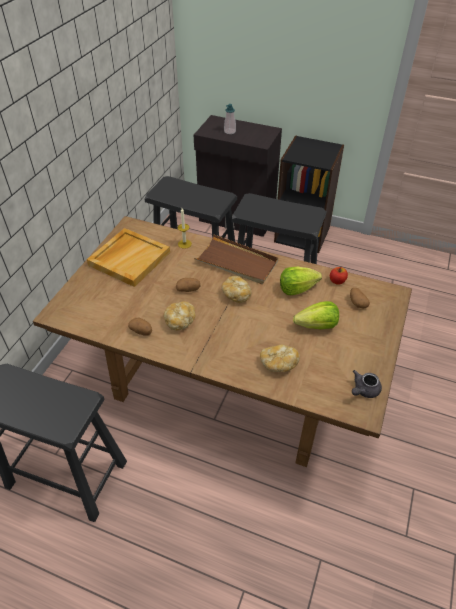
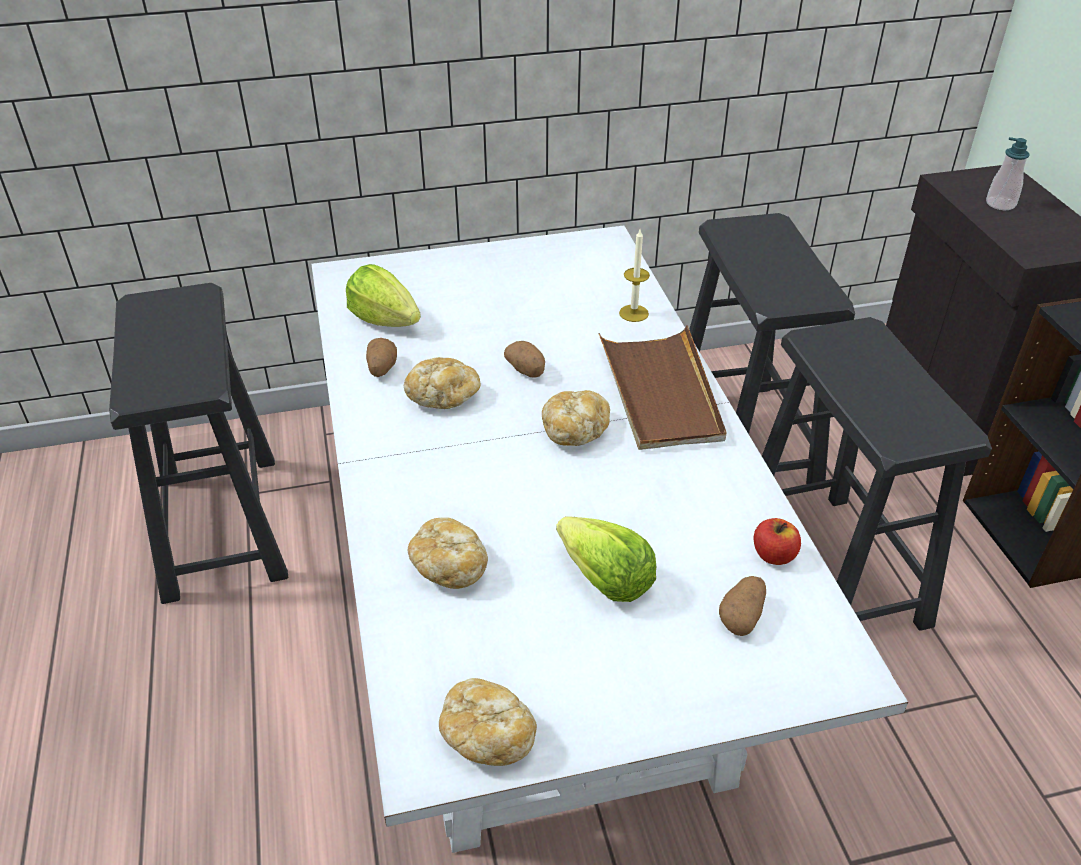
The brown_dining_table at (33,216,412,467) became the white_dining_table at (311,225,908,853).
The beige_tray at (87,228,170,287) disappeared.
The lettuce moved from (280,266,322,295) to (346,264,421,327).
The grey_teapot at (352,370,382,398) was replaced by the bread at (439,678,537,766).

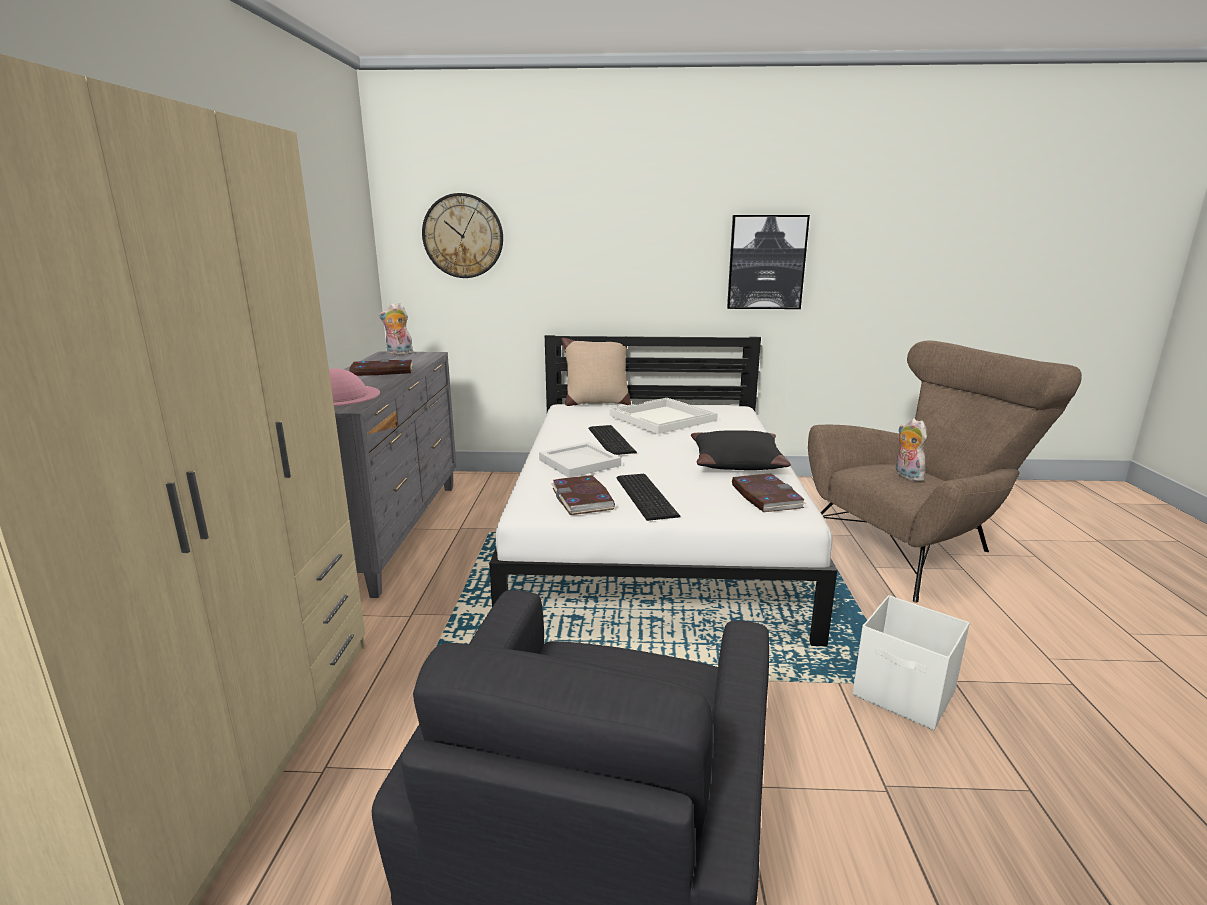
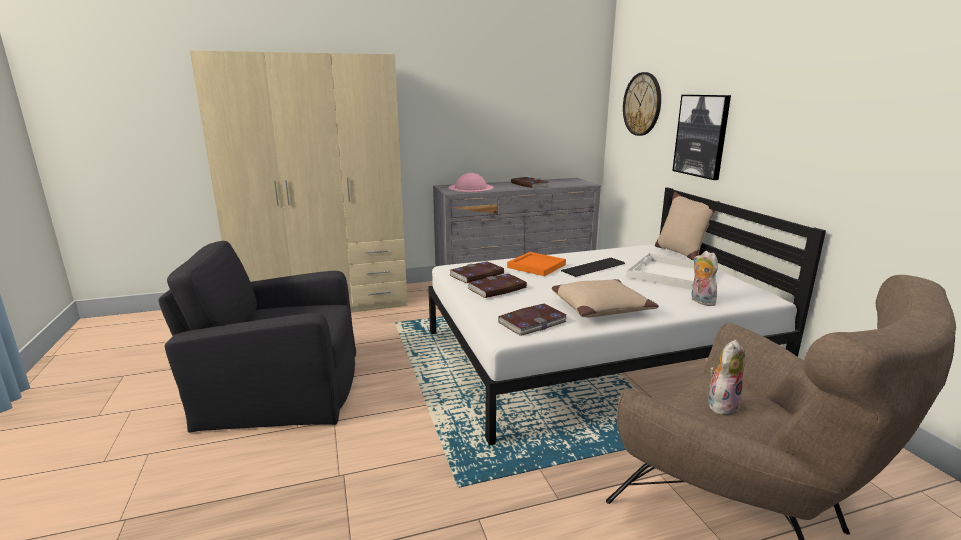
The picture moved from (727,215,810,309) to (672,95,731,180).
The plush_toy moved from (379,303,414,355) to (691,251,718,306).
The black_pillow at (691,430,791,470) became the beige_pillow at (552,279,659,318).
The white_tray at (539,442,621,478) became the orange_tray at (507,252,566,276).
The keyboard at (616,474,681,521) was replaced by the book at (467,274,527,298).
The white_storage_box at (853,595,970,730) disappeared.

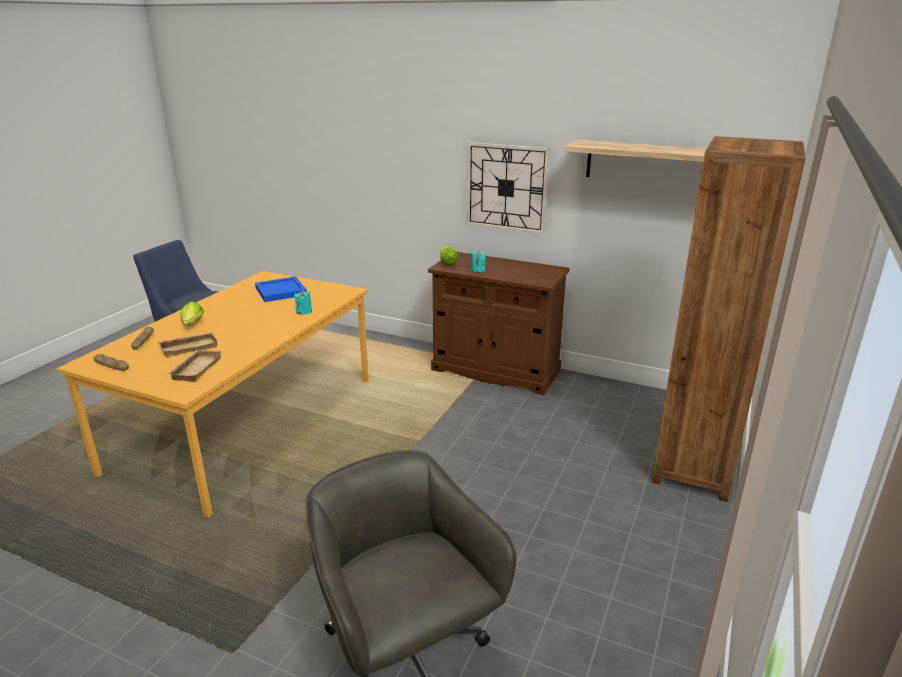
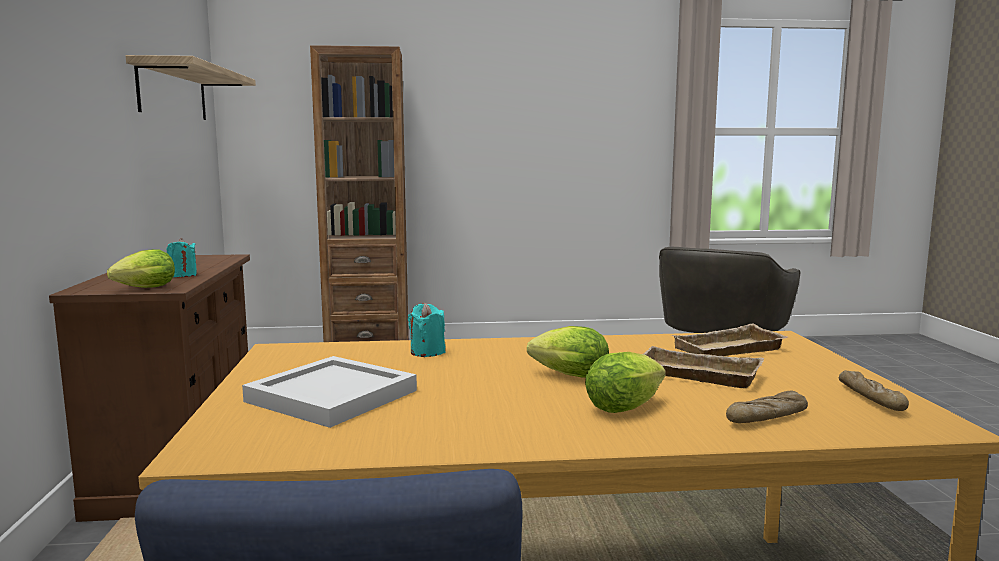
The wall_clock at (467,142,549,234) disappeared.
The blue_tray at (255,276,307,302) became the white_tray at (242,356,417,428).
The lettuce at (527,326,609,378) appeared.

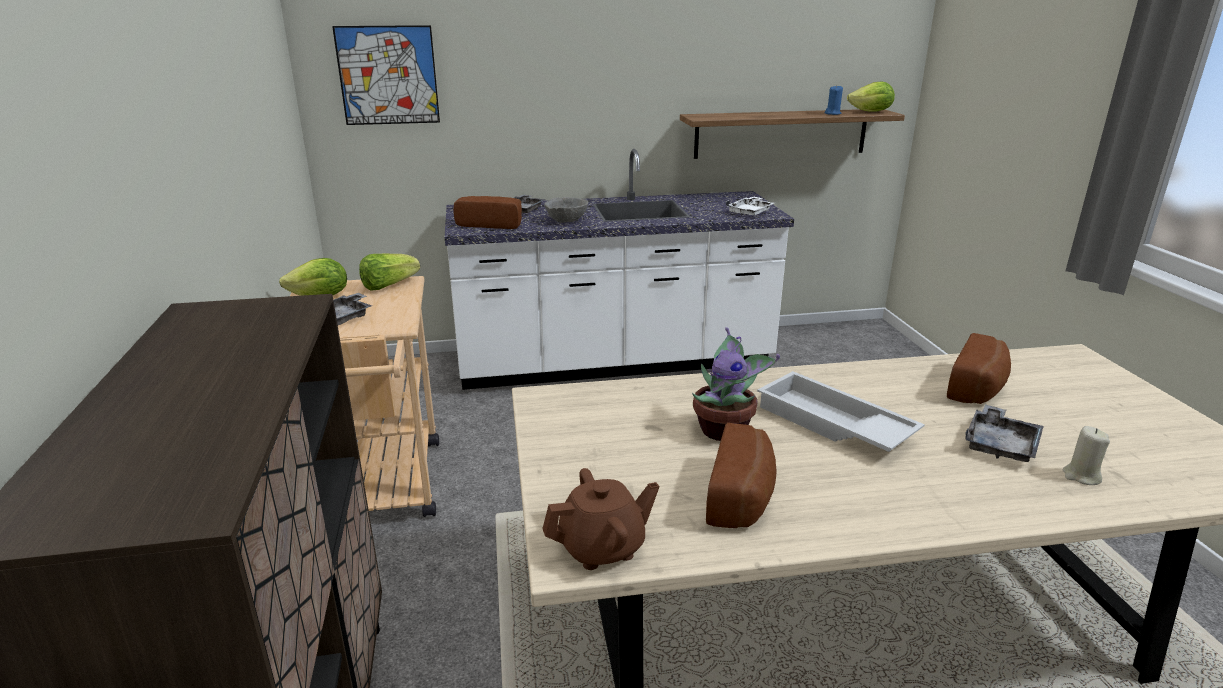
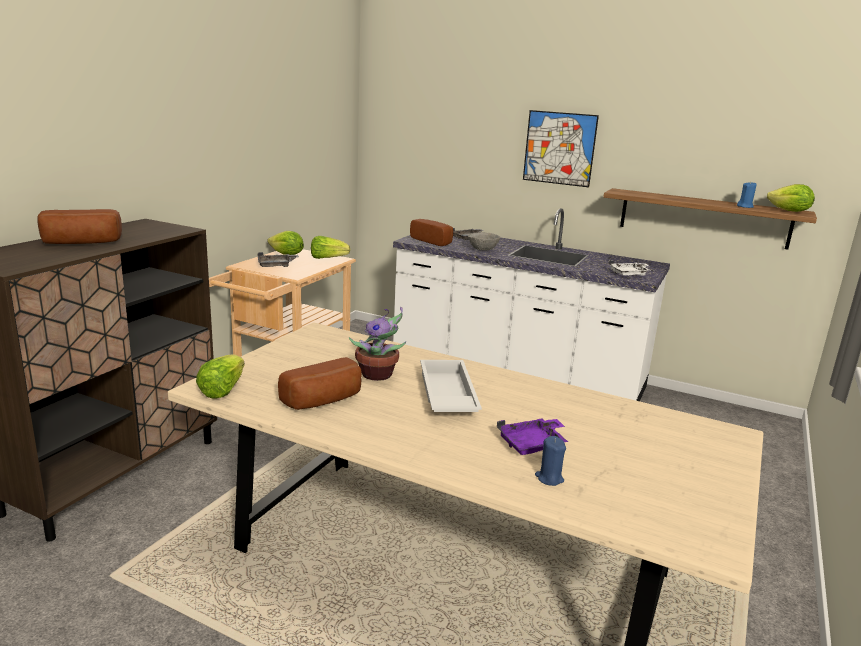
The picture moved from (332,25,440,125) to (523,110,599,187).
The bread moved from (947,333,1011,404) to (37,209,122,244).
The grey_tray at (965,404,1044,462) became the purple_tray at (497,418,568,455).
The beige_candle at (1063,426,1110,485) became the blue_candle at (535,436,566,486).
The brown_teapot at (542,468,659,570) was replaced by the lettuce at (196,355,245,398).

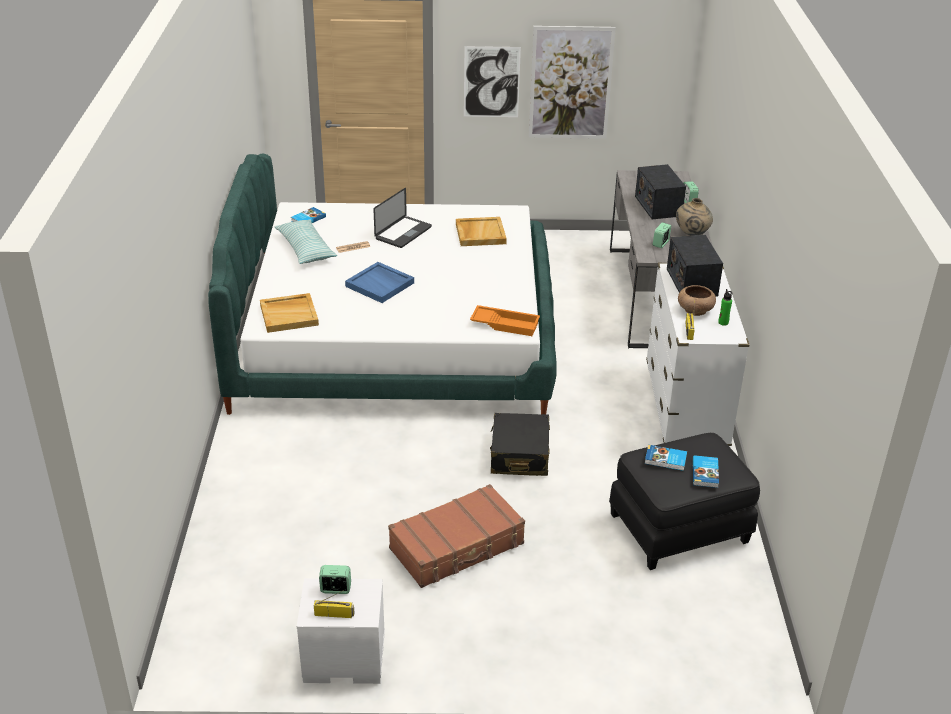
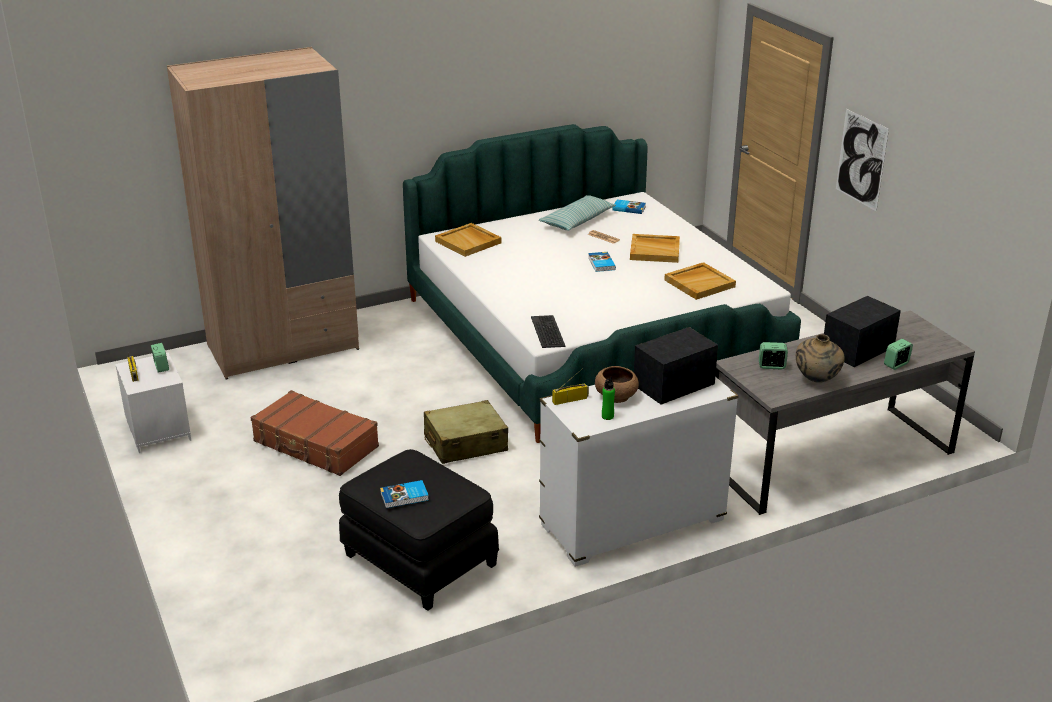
The picture at (529,26,616,139) disappeared.
The laptop at (373,188,432,248) was replaced by the beige_tray at (630,234,680,263).
The blue_tray at (345,262,414,303) disappeared.
The orange_tray at (470,305,540,336) was replaced by the keyboard at (531,315,565,348).
The black_suitcase at (490,413,550,476) became the beige_suitcase at (424,400,508,464).
The book moved from (645,445,687,471) to (588,252,616,272).
The beige_wardrobe at (167,47,359,379) appeared.

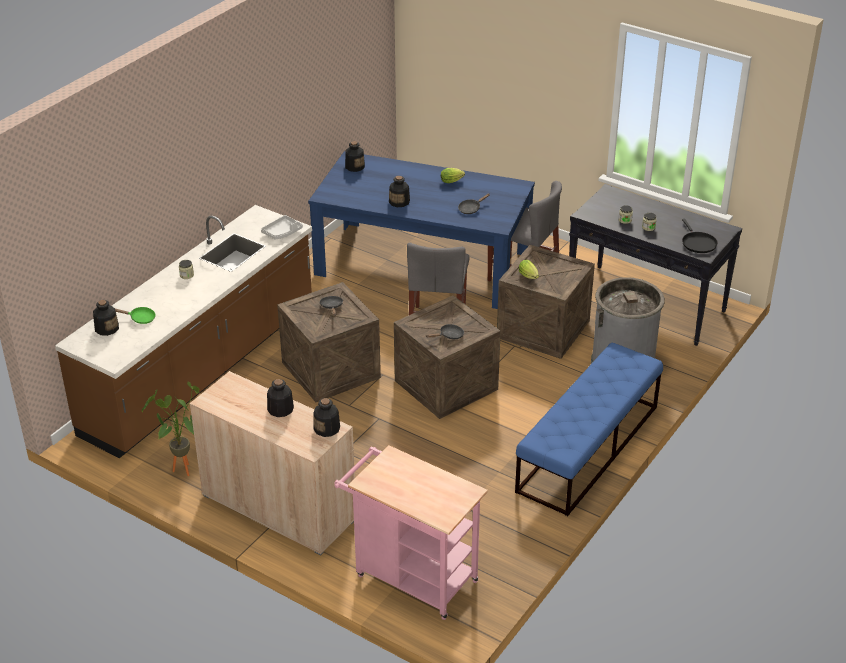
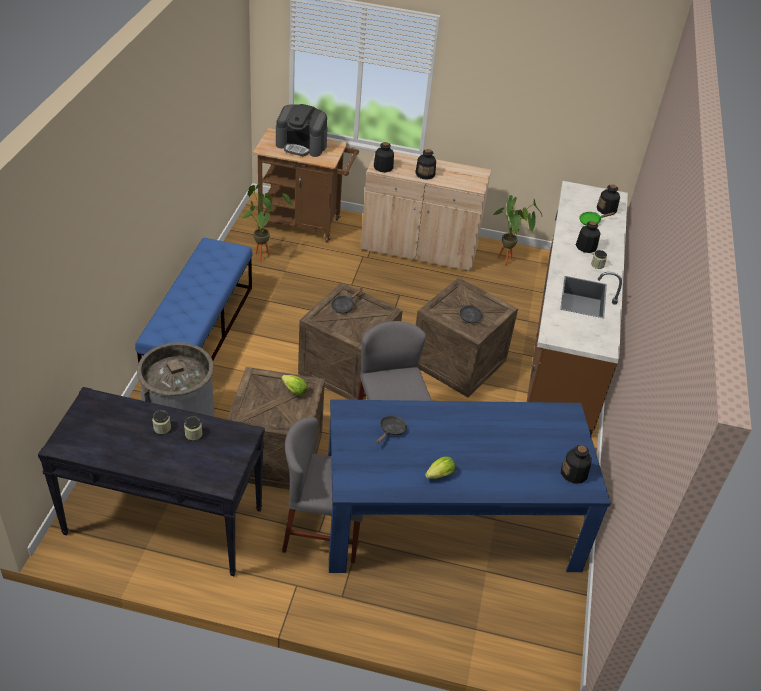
The bottle moved from (389,176,410,207) to (576,221,601,253).
The grey_tray at (261,215,303,240) disappeared.
The black_frying_pan at (682,219,718,253) disappeared.
The pink_cart at (335,445,488,620) became the brown_cart at (253,128,359,243).
The coffee_machine at (276,104,328,157) appeared.
The potted_plant at (241,183,292,262) appeared.

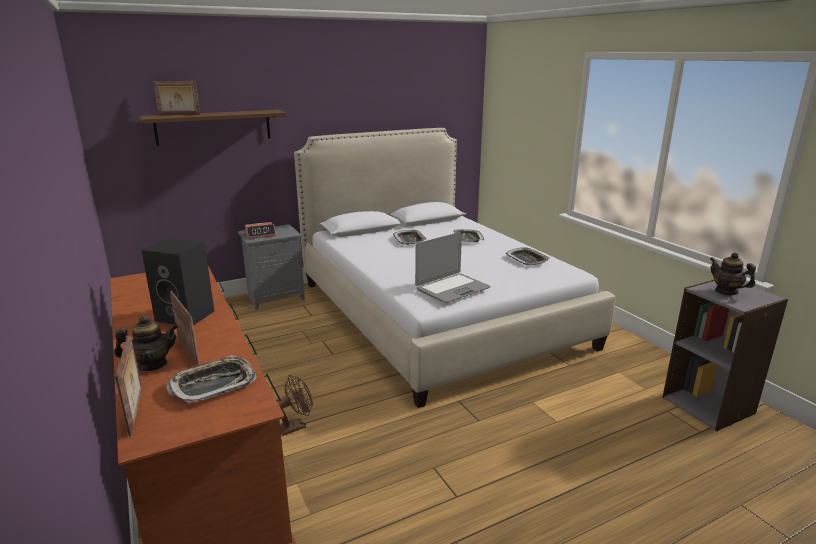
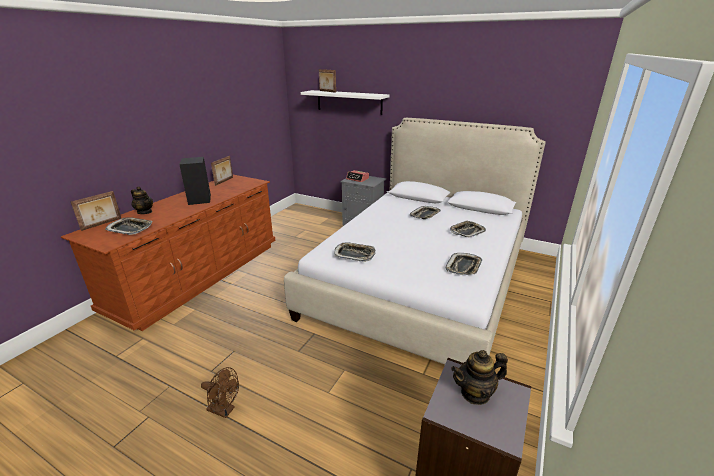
The brown_shelf at (139,110,287,146) became the white_shelf at (301,90,390,115).
The laptop at (415,232,491,303) was replaced by the tray at (334,242,376,262).
The teapot at (710,252,756,296) turned 120 degrees counterclockwise.
The picture_frame moved from (170,291,199,366) to (211,156,233,186).
The brown_fan moved from (277,375,313,436) to (201,367,239,418).

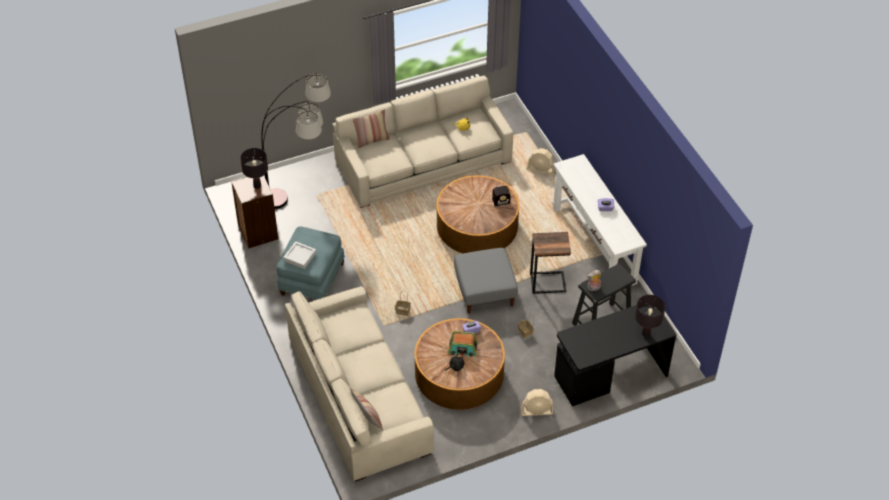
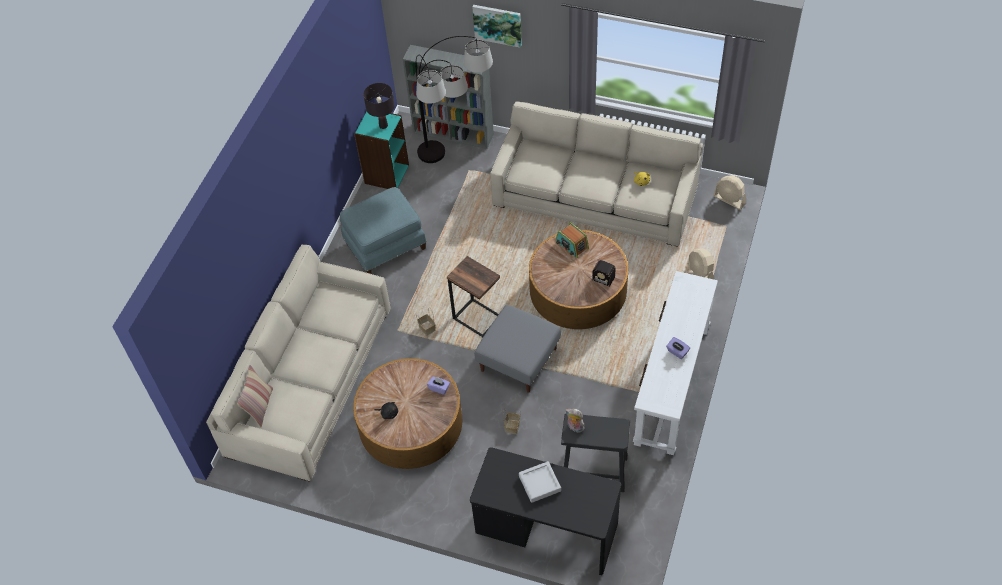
The pillow at (352,109,390,148) disappeared.
The brown_bookcase at (231,176,278,248) became the turquoise_bookcase at (354,112,409,189).
The side_table moved from (530,232,571,294) to (447,256,500,337).
The grey_tray moved from (283,241,316,269) to (519,461,561,503).
The black_table_lamp at (635,295,665,337) disappeared.
The radio moved from (448,331,478,357) to (556,222,589,258).
The beige_fan moved from (521,389,553,416) to (713,175,746,210).
The picture at (472,5,522,48) appeared.
The grey_bookcase at (403,45,494,149) appeared.

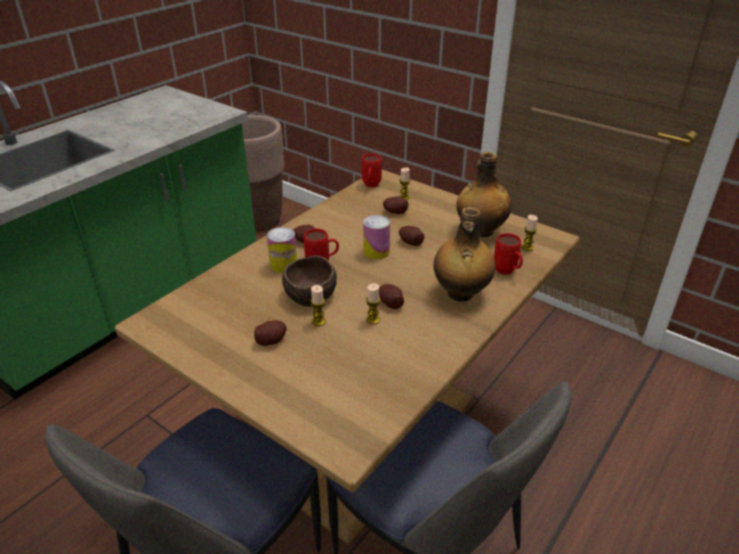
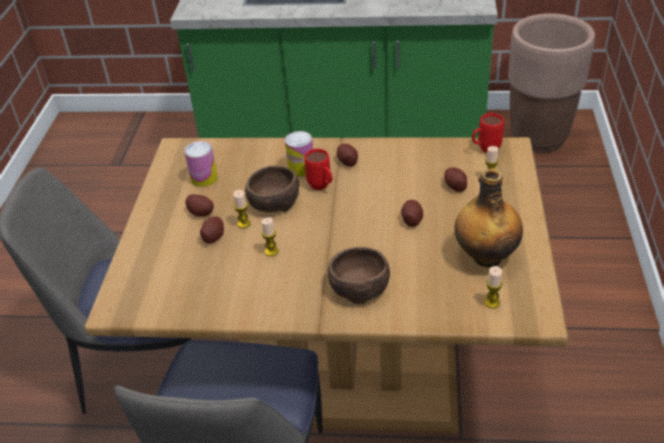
The bottle at (433,207,495,302) was replaced by the brown_bowl at (328,247,390,304).
The can moved from (363,215,390,259) to (184,141,218,187).
The red_mug at (494,233,523,275) disappeared.
The potato moved from (379,284,404,309) to (200,216,224,244).

